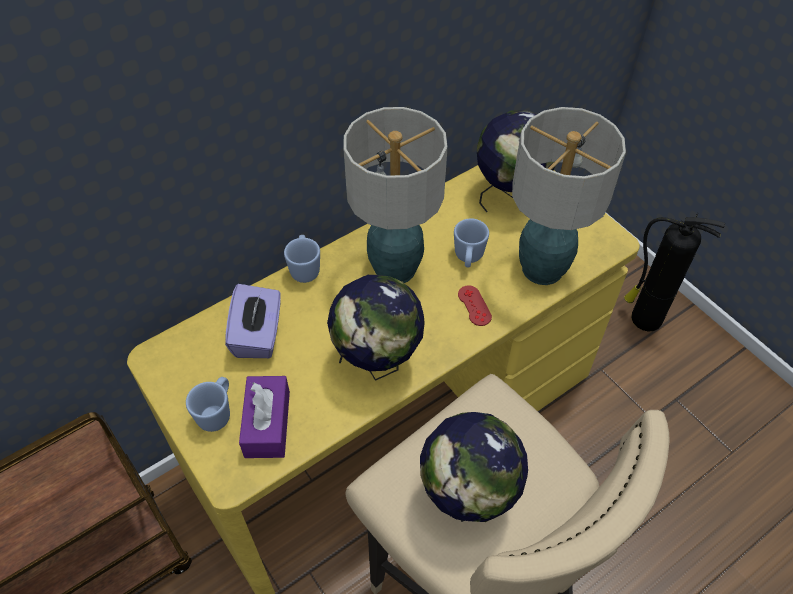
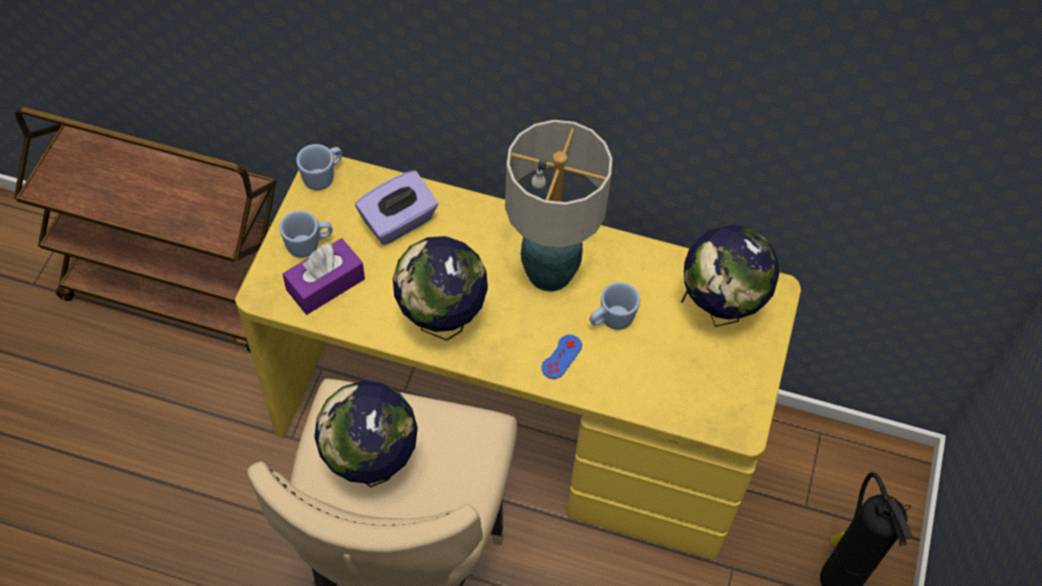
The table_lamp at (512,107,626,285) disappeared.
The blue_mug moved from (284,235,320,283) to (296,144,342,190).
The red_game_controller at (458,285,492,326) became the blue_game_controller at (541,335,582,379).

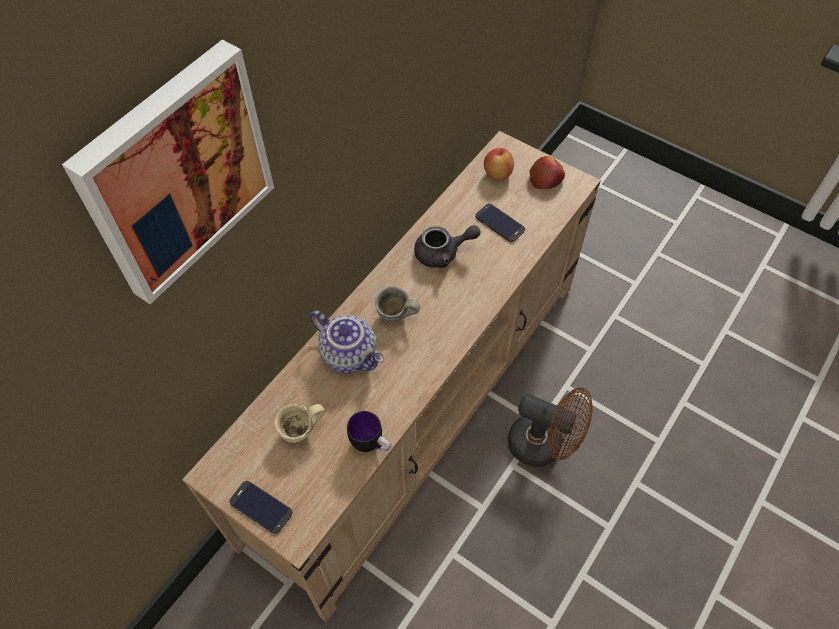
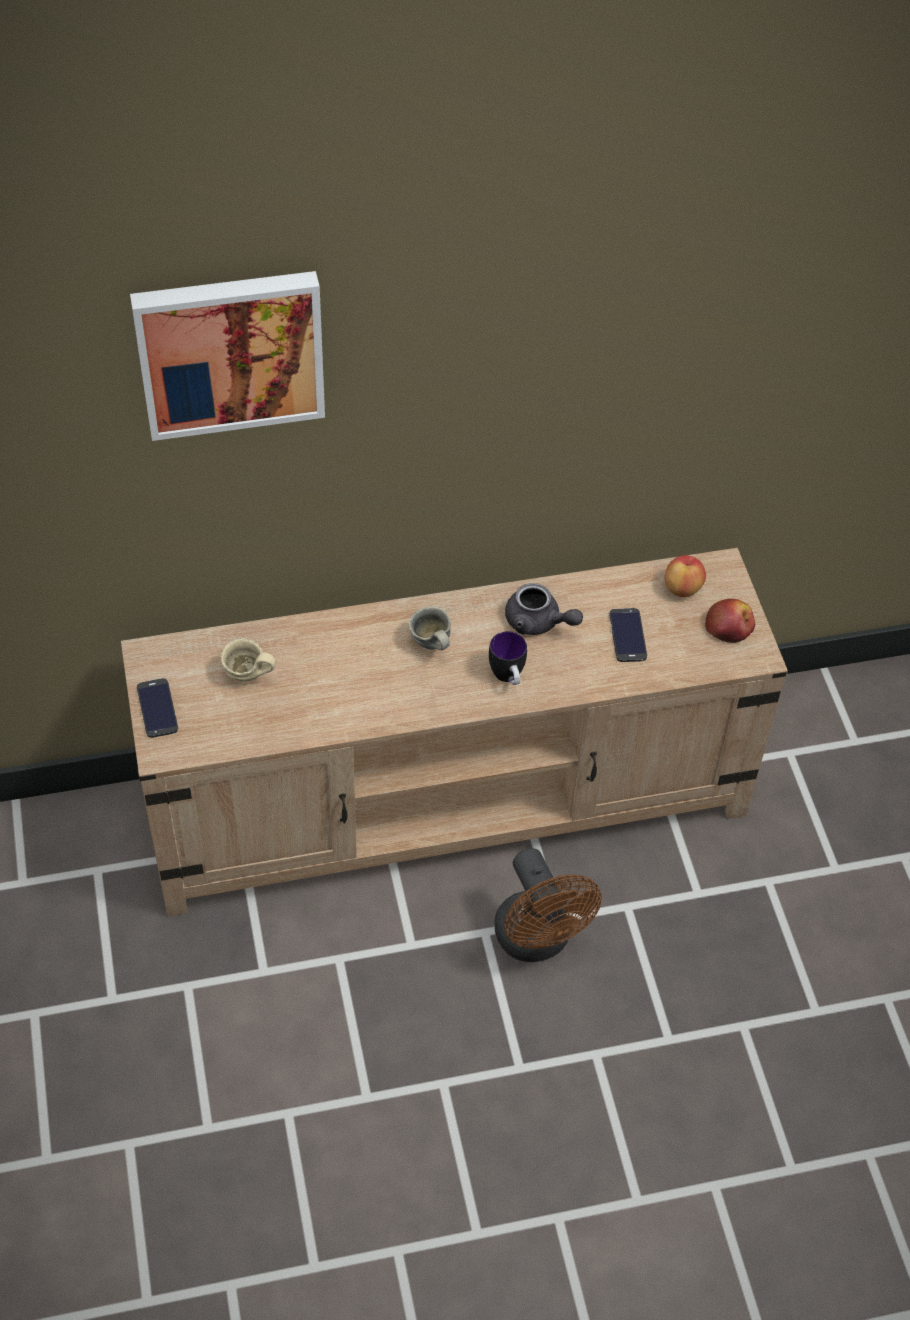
The teapot at (310,310,384,373) disappeared.
The mug moved from (347,411,392,452) to (489,631,527,685).

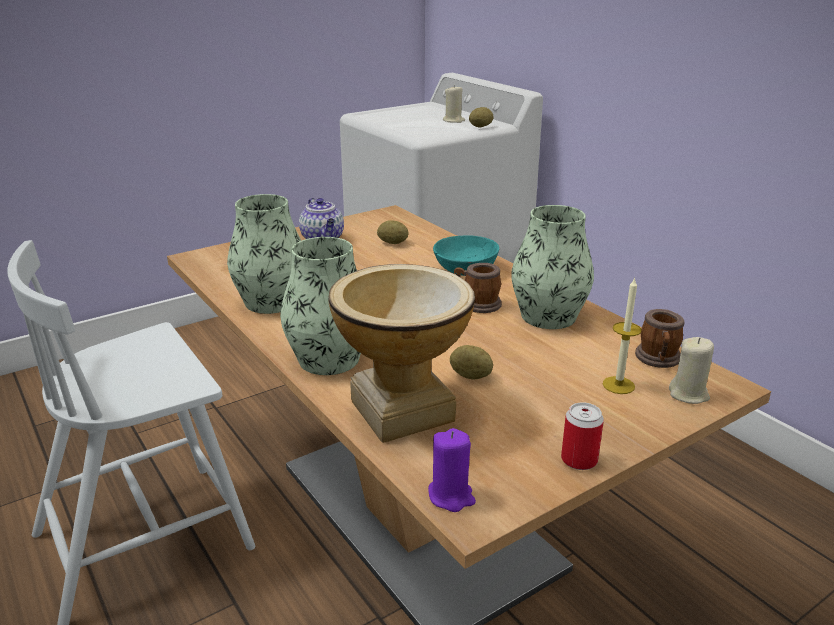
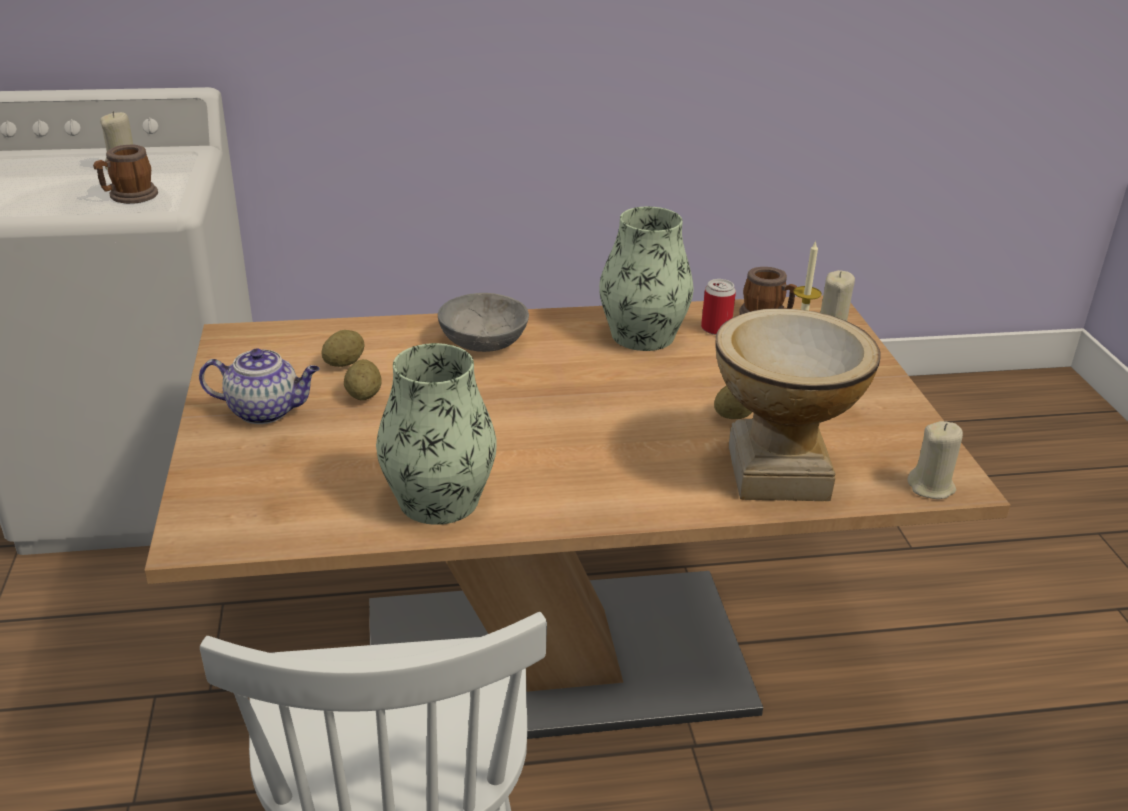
The potato moved from (469,107,494,128) to (344,359,382,400).
The turquoise_bowl at (433,235,499,276) became the grey_bowl at (438,293,529,352).
The vase at (280,237,361,375) disappeared.
The mug moved from (454,263,502,313) to (93,144,158,204).
The can moved from (561,402,604,470) to (701,279,736,335).
The purple_candle at (428,428,476,512) became the beige_candle at (908,421,963,499).

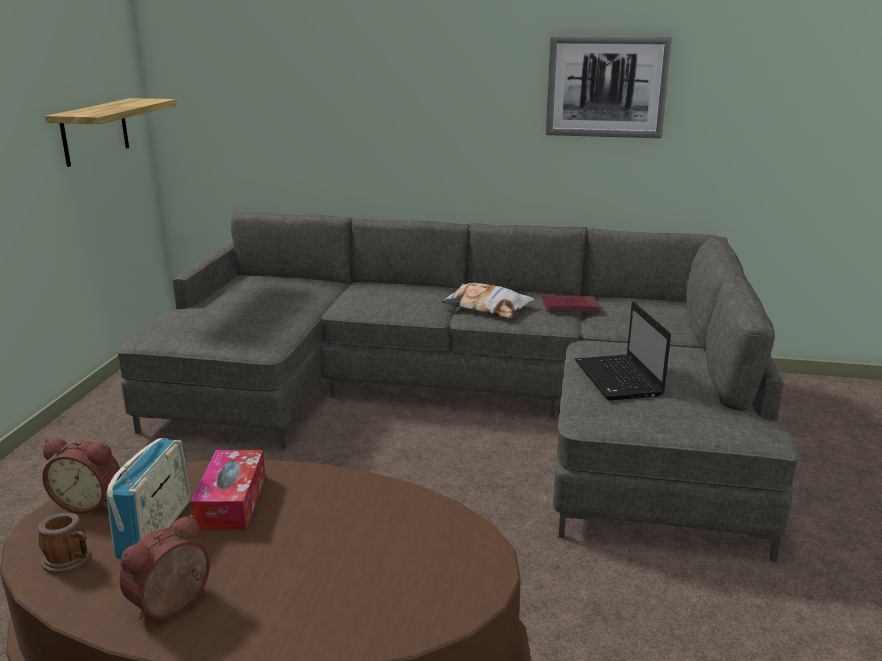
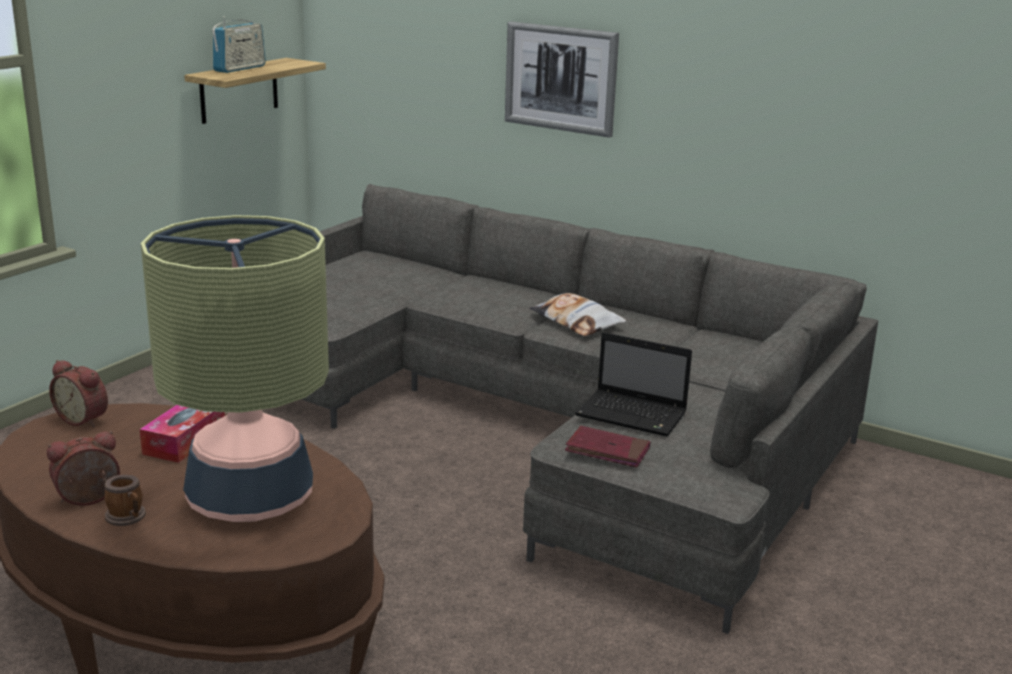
The picture moved from (546,36,672,138) to (505,21,619,138).
The red_book moved from (543,295,600,312) to (565,426,650,468).
The laptop at (575,302,671,400) turned 75 degrees counterclockwise.
The radio moved from (106,438,191,559) to (212,16,266,73).
The mug moved from (38,513,90,574) to (105,475,146,526).
The table_lamp at (141,215,329,522) appeared.

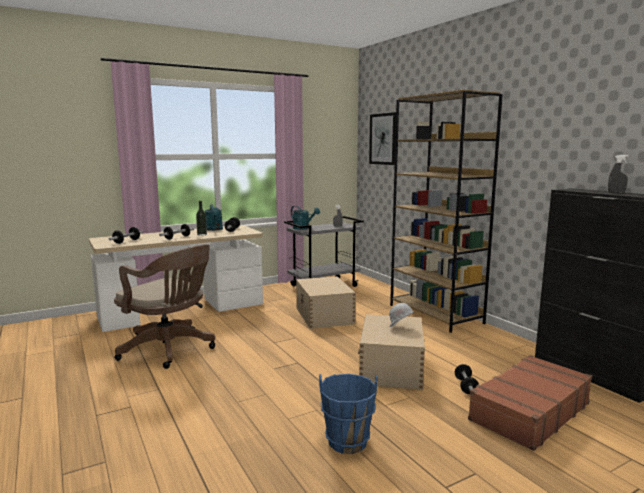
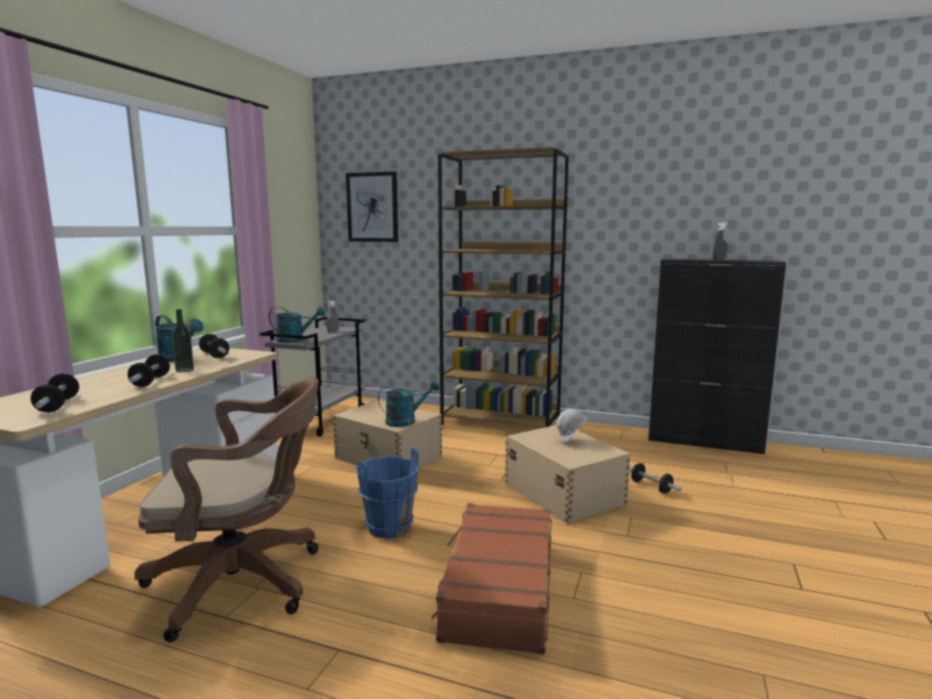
The brown_suitcase moved from (468,355,592,451) to (431,503,552,654).
The blue_bucket moved from (319,374,377,454) to (356,448,419,539).
The turquoise_watering_can at (378,380,440,427) appeared.

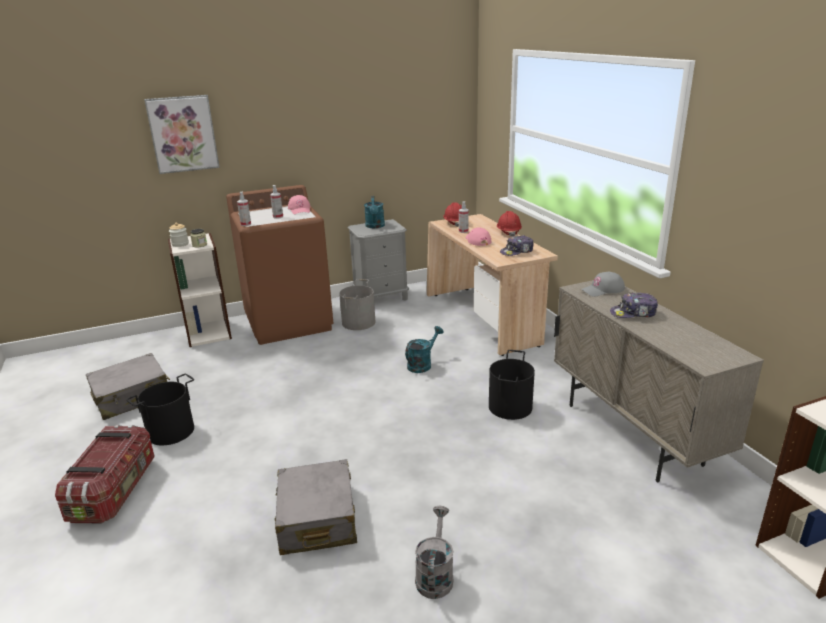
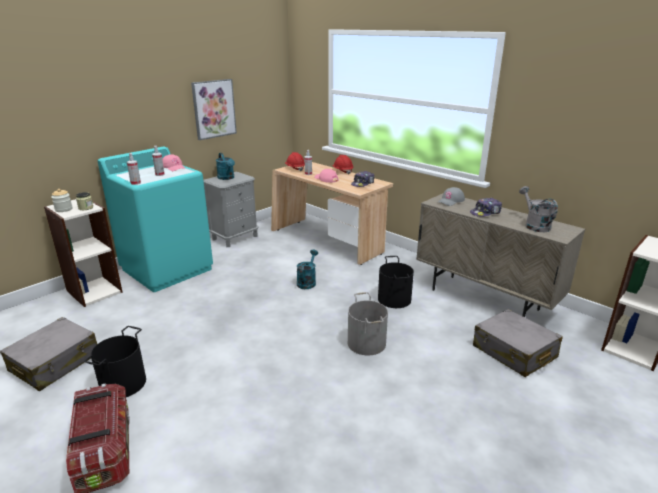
The picture moved from (144,95,220,174) to (191,79,237,140).
The brown_washing_machine at (226,185,333,345) became the turquoise_washing_machine at (98,147,213,292).
The grey_bucket moved from (339,279,375,330) to (348,292,388,355).
The grey_suitcase moved from (274,459,357,555) to (473,309,563,377).
The grey_watering_can moved from (415,506,453,599) to (519,186,558,232).

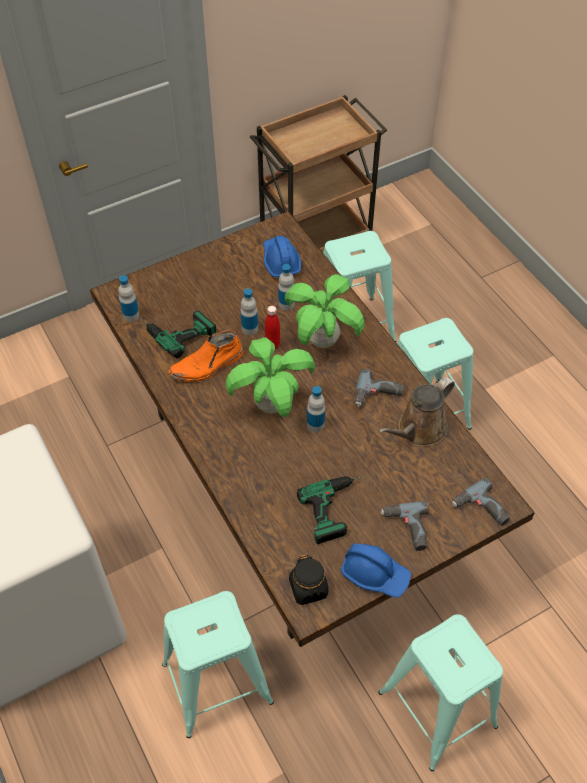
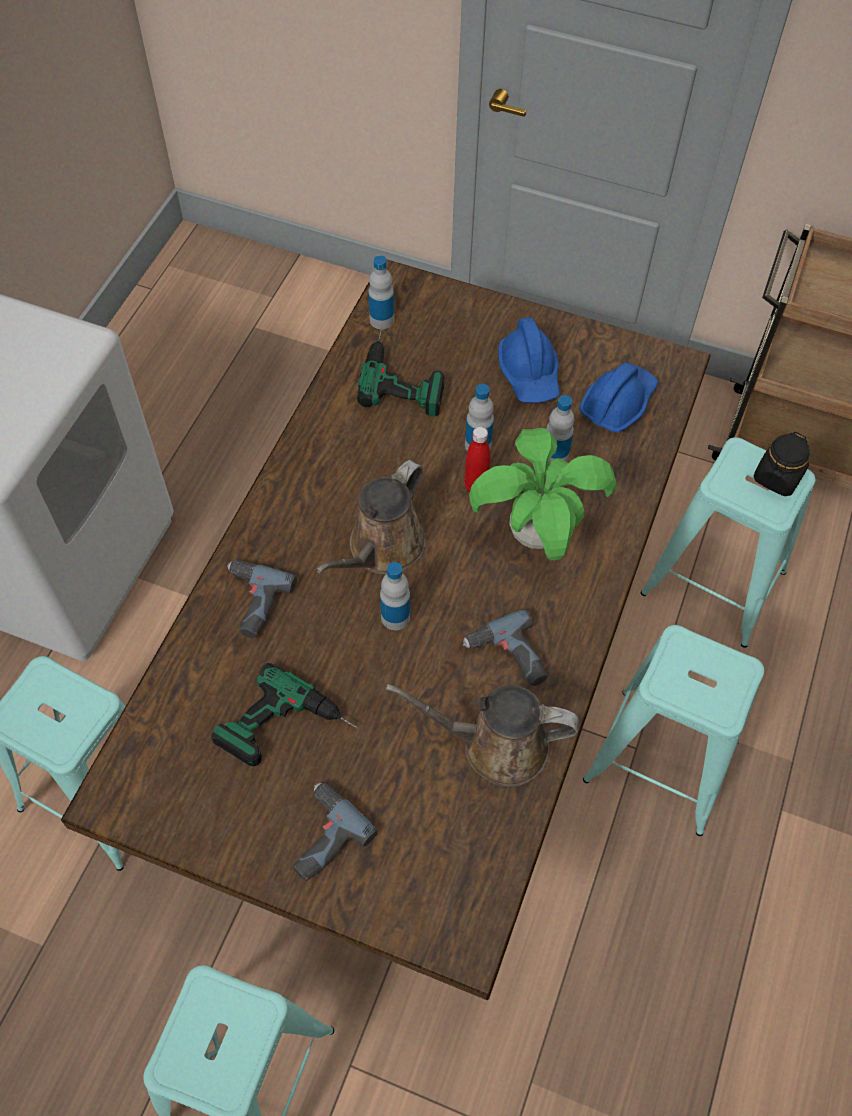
The orange_boot at (168,330,243,382) disappeared.
The potted_plant at (226,337,315,417) was replaced by the brown_watering_can at (315,460,426,575).
The power_drill moved from (452,478,510,526) to (227,560,297,638).
The blue_hard_hat moved from (341,543,411,598) to (498,318,560,403).
The black_jar moved from (289,555,329,605) to (753,432,810,496).

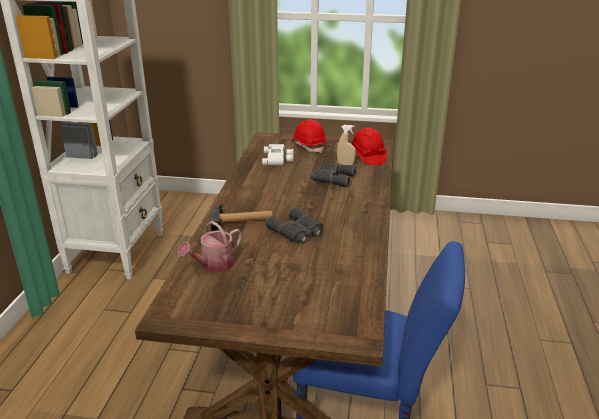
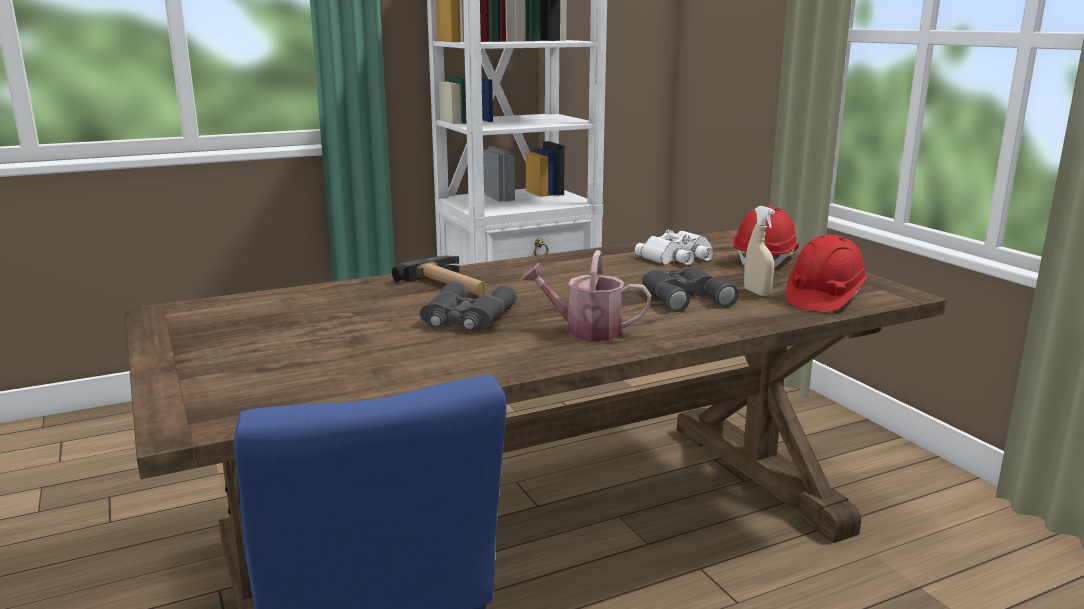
The watering_can moved from (178,221,242,272) to (521,250,651,341).

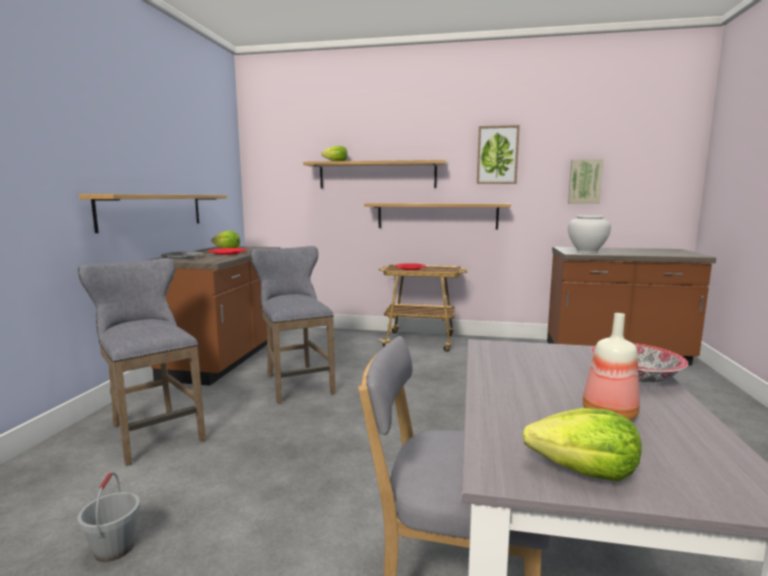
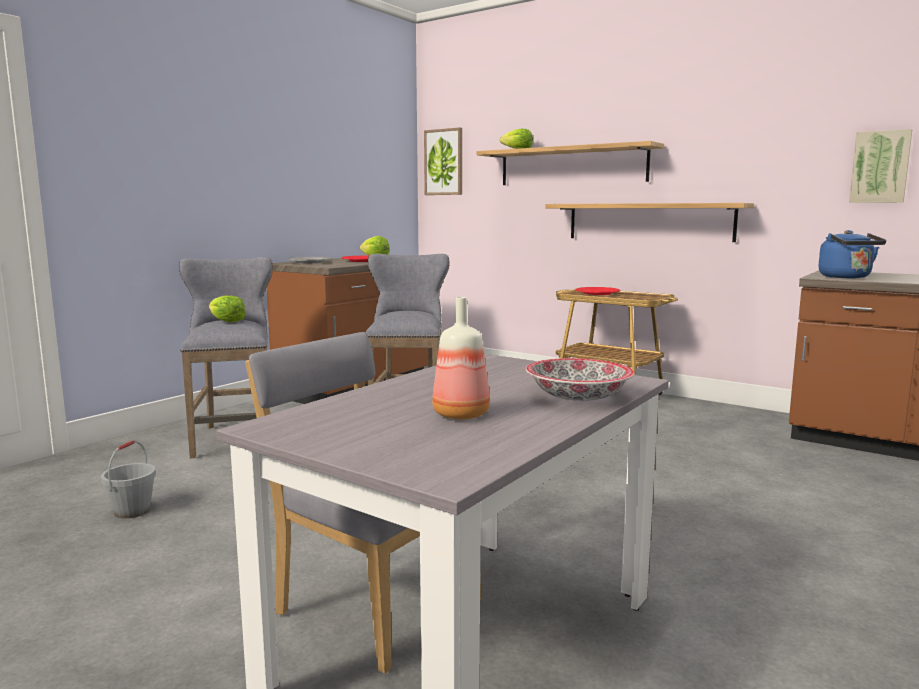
The picture moved from (477,125,520,184) to (424,127,462,195).
The shelf at (79,194,227,233) disappeared.
The white_vase at (568,215,611,254) was replaced by the blue_kettle at (818,230,886,278).
The lettuce moved from (522,408,642,482) to (209,295,246,322).

